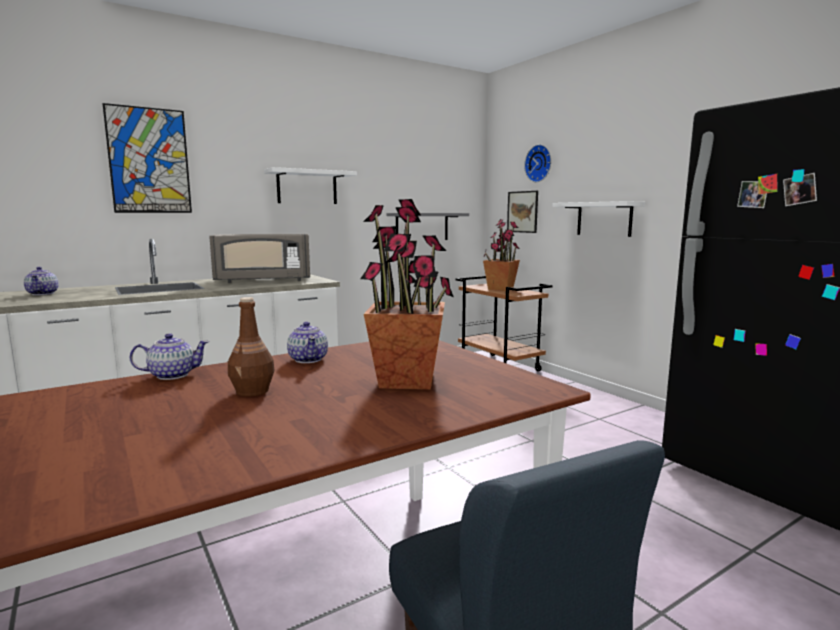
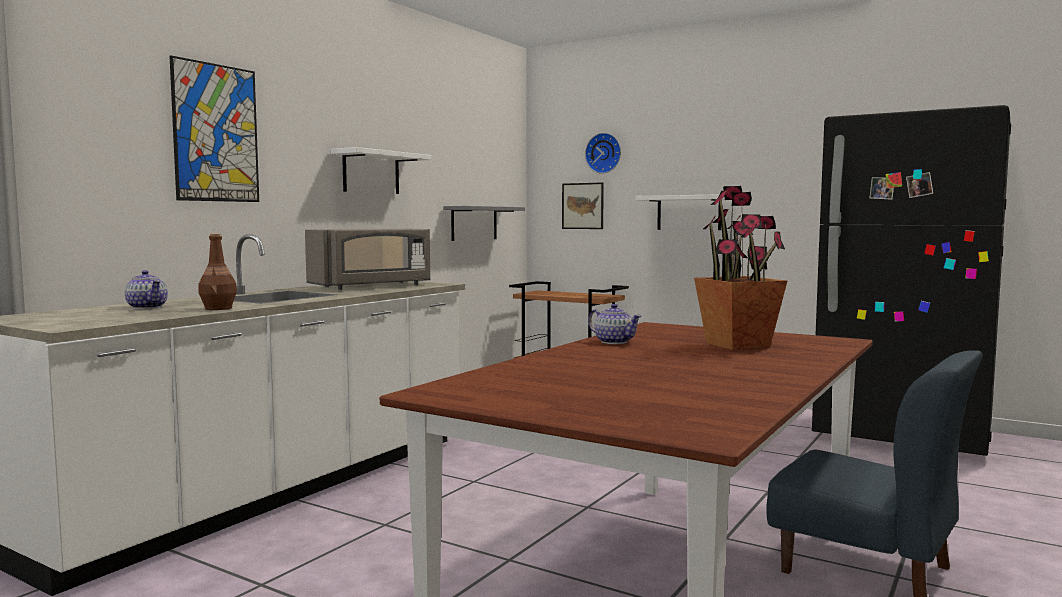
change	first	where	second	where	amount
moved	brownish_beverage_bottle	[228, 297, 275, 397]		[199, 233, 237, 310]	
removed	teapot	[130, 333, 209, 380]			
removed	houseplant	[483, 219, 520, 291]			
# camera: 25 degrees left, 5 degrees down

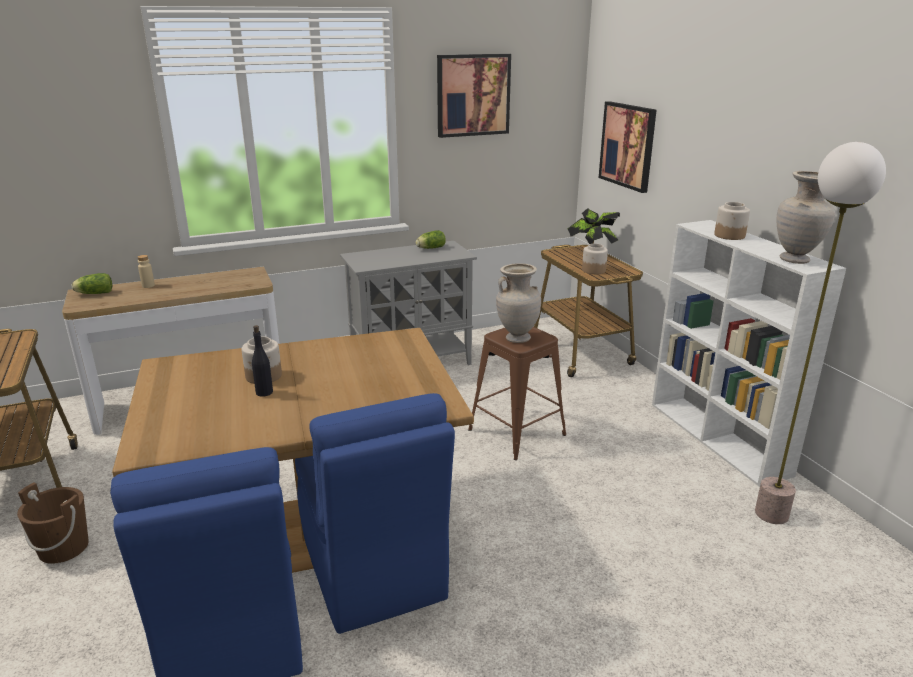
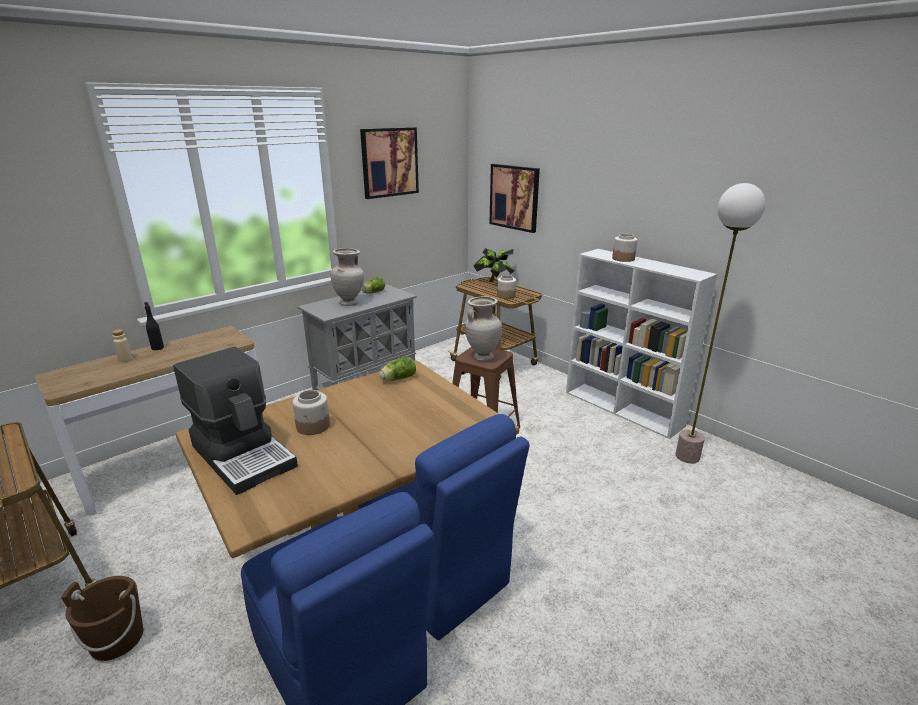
change	first	where	second	where	amount
moved	blackish_beverage_bottle	[252, 325, 273, 397]		[144, 302, 164, 350]	
added			coffee_brewer	[173, 347, 298, 495]	
moved	sand-coloured_decorative_vase	[776, 171, 835, 264]		[331, 248, 364, 306]	
moved	head_of_lettuce	[72, 273, 112, 294]		[379, 357, 416, 381]	
# camera: 20 degrees left, 0 degrees up

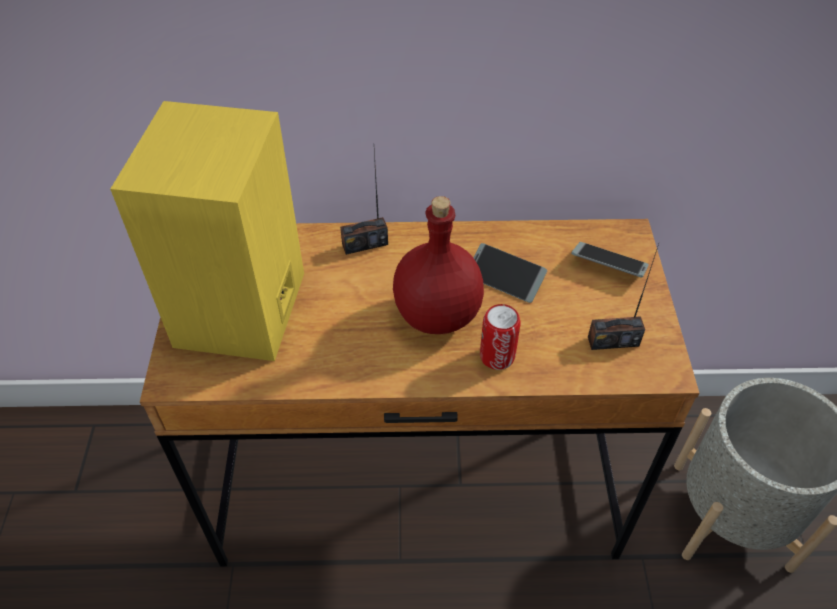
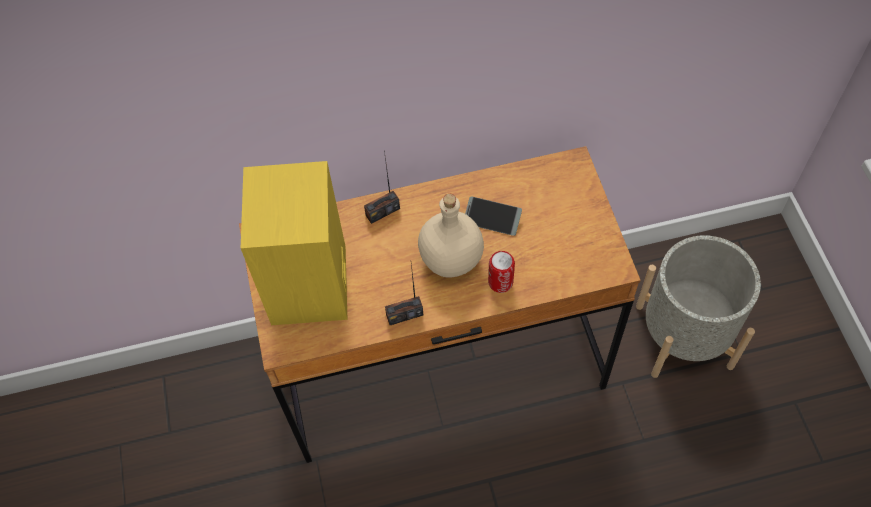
change	first	where	second	where	amount
moved	radio_receiver	[588, 244, 659, 350]		[385, 264, 423, 325]	
recoloured	reddish_beverage_bottle	[393, 196, 484, 334]	sand-coloured_beverage_bottle	[418, 194, 484, 277]	
removed	telephone	[571, 242, 649, 277]			
# camera: 10 degrees left, 10 degrees up

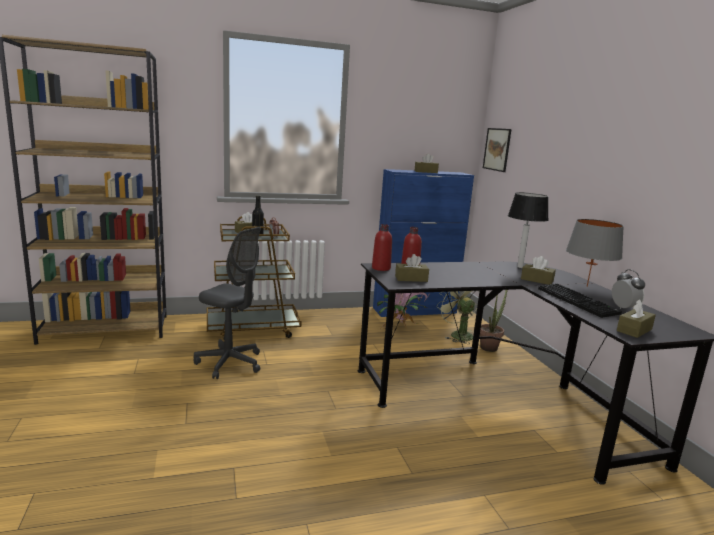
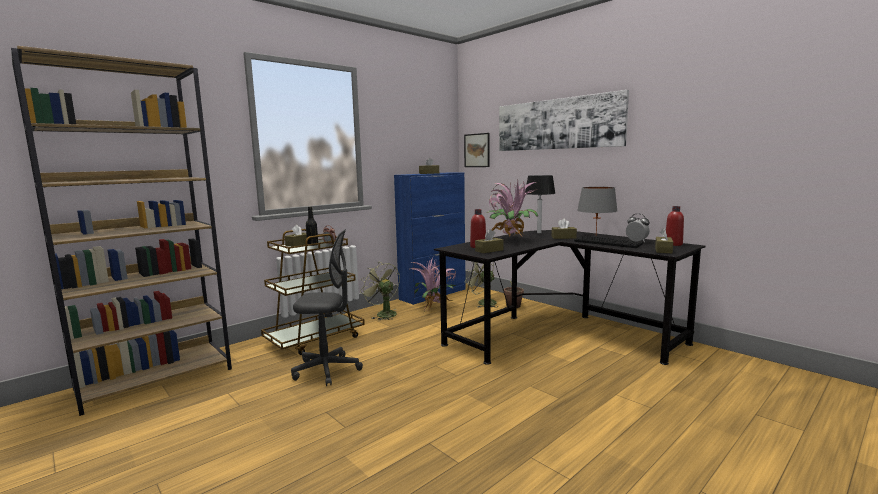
change	first	where	second	where	amount
added			green_electric_fan	[360, 262, 400, 320]	
added			houseplant	[486, 181, 538, 236]	
added			picture	[499, 90, 629, 151]	
moved	reddish_beverage_bottle	[372, 224, 392, 271]		[666, 206, 684, 246]	
# camera: 25 degrees left, 5 degrees down

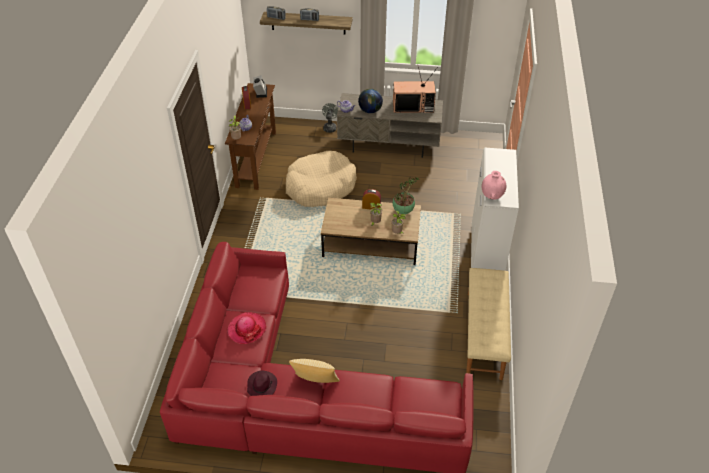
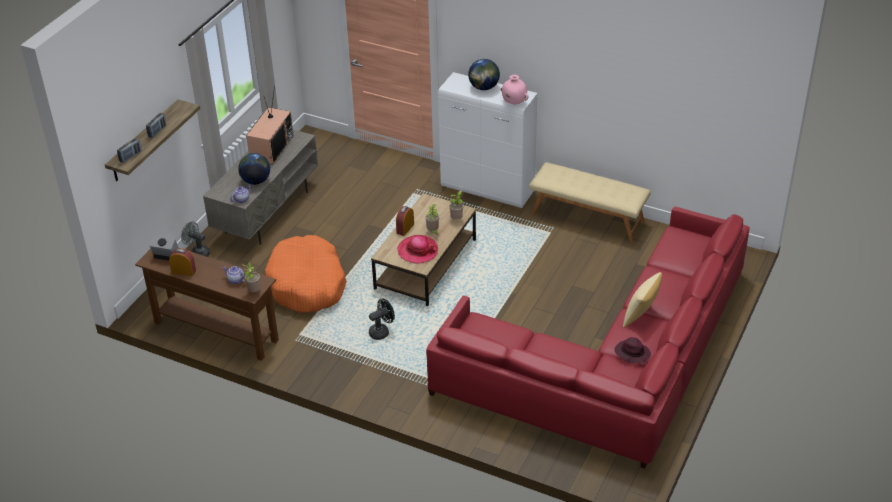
change	first	where	second	where	amount
recoloured	sand-coloured_dog_cushion	[286, 151, 357, 207]	orange-coloured_dog_cushion	[265, 235, 347, 313]	
added			blackish_electric_fan	[369, 299, 395, 340]	
moved	clothing_hat	[227, 312, 266, 344]		[398, 235, 438, 264]	
added			world_globe	[468, 59, 500, 90]	
removed	houseplant	[393, 177, 419, 214]			
# camera: 70 degrees left, 5 degrees down

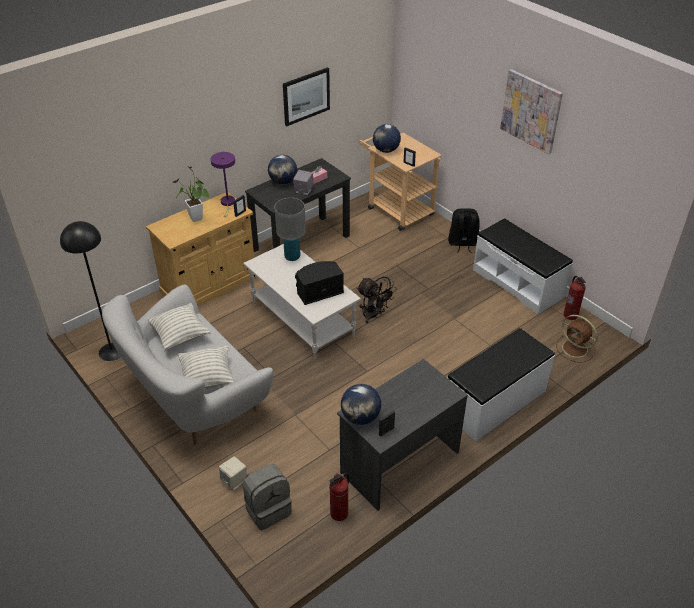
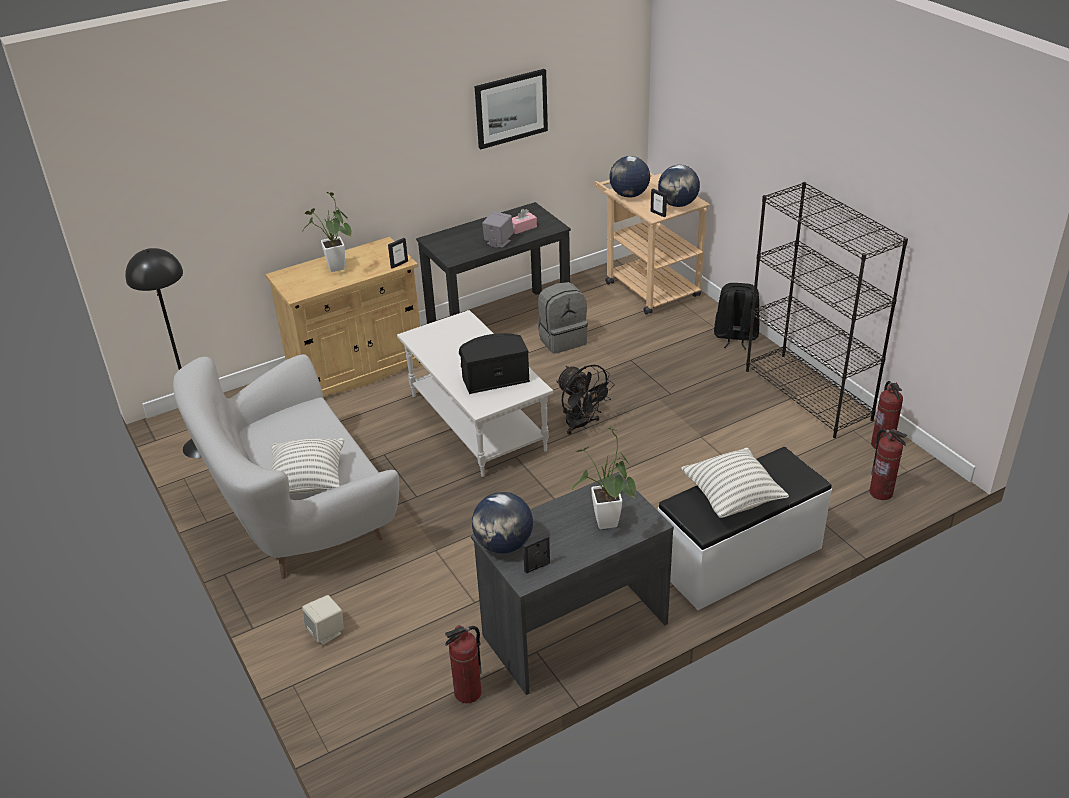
change	first	where	second	where	amount
moved	greyish_knapsack	[243, 464, 292, 530]		[538, 282, 588, 354]	
added			houseplant	[572, 427, 636, 529]	
moved	world_globe	[268, 155, 297, 184]		[658, 165, 700, 207]	
moved	throw_pillow	[147, 303, 210, 350]		[681, 448, 789, 518]	
replaced	white_indoor_bench	[473, 218, 573, 314]	blackish_bookcase	[746, 182, 908, 438]	
replaced	brownish_electric_fan	[556, 315, 598, 363]	fire-fighting_cylinder	[869, 428, 907, 500]	
removed	purple-coloured_lamp_for_a_table	[211, 152, 235, 217]			
removed	greyish_lamp_for_a_table	[274, 198, 306, 261]			
removed	picture	[500, 69, 563, 154]			
# camera: 10 degrees right, 5 degrees down

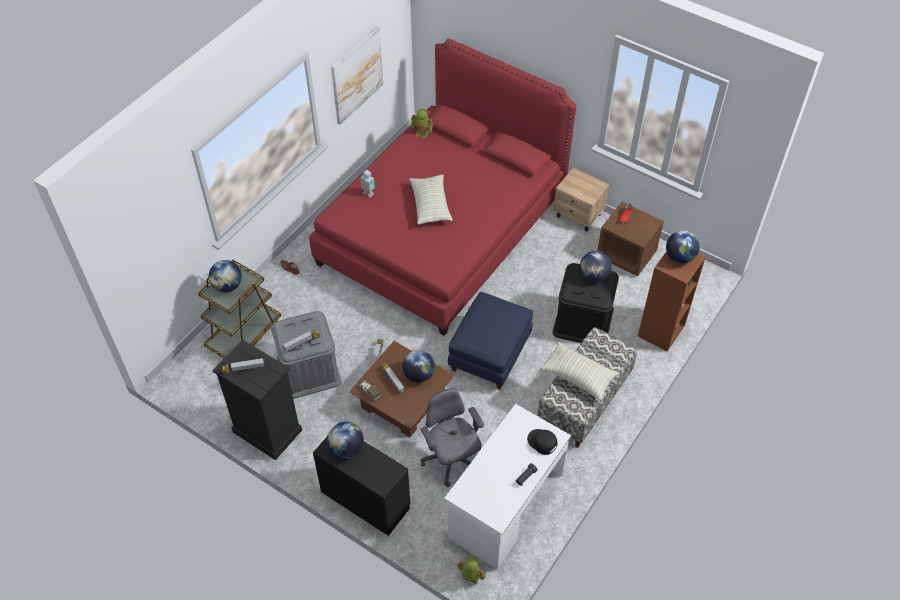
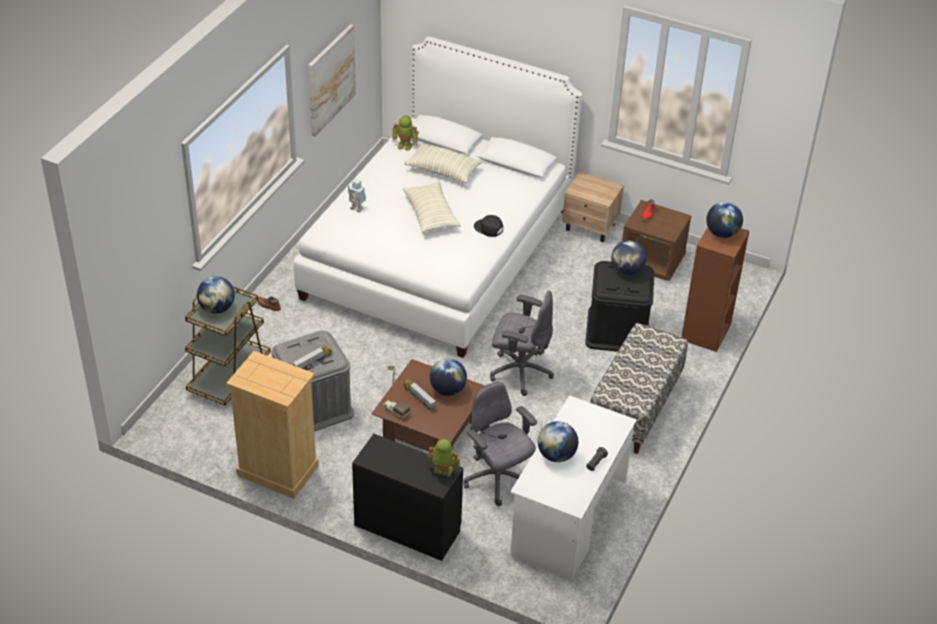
change	first	where	second	where	amount
recoloured	blackish_drawer_chest	[212, 340, 302, 460]	sand-coloured_drawer_chest	[226, 351, 319, 499]	
recoloured	reddish_sleeping_bed	[309, 39, 576, 336]	white_sleeping_bed	[294, 36, 582, 358]	
moved	throw_pillow	[540, 342, 619, 401]		[404, 143, 483, 184]	
moved	model_robot	[457, 558, 485, 584]		[426, 439, 460, 477]	
moved	blackish_cap	[527, 429, 558, 455]		[474, 215, 503, 237]	
replaced	bluish_pouffe	[448, 292, 533, 389]	greyish_desk_chair	[490, 290, 554, 396]	
moved	world_globe	[327, 422, 364, 458]		[538, 421, 578, 462]	
removed	model_truck	[222, 358, 264, 375]			
# camera: 10 degrees left, 10 degrees down

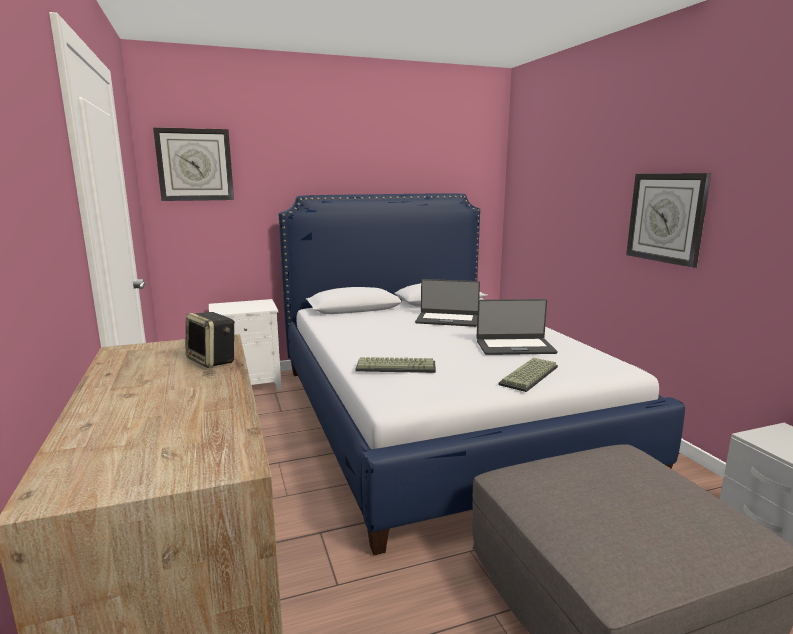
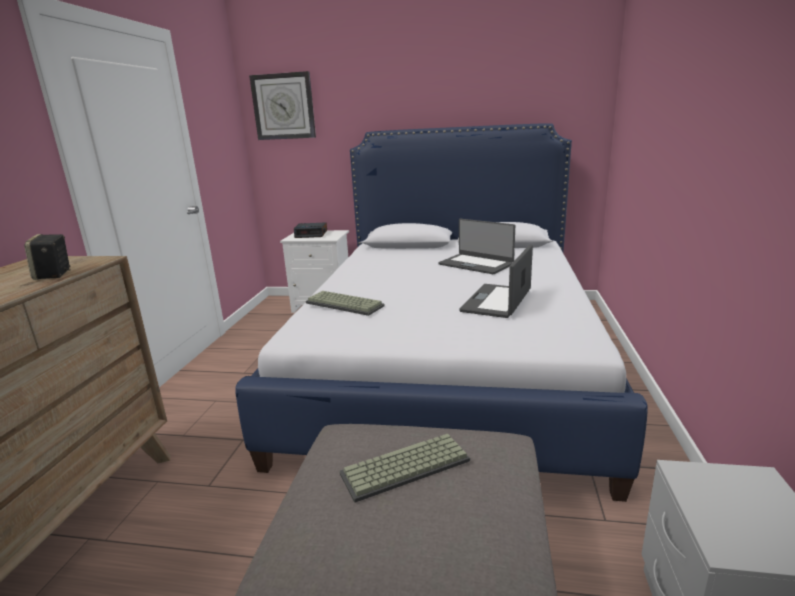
change	first	where	second	where	amount
added			table_clock	[294, 222, 327, 238]	
moved	PC_keyboard	[498, 358, 558, 392]		[339, 434, 470, 503]	
turned	notebook_computer	[476, 299, 558, 355]		[459, 244, 533, 318]	90 degrees clockwise
removed	hanging_clock	[626, 173, 711, 268]			
# camera: 30 degrees right, 5 degrees up

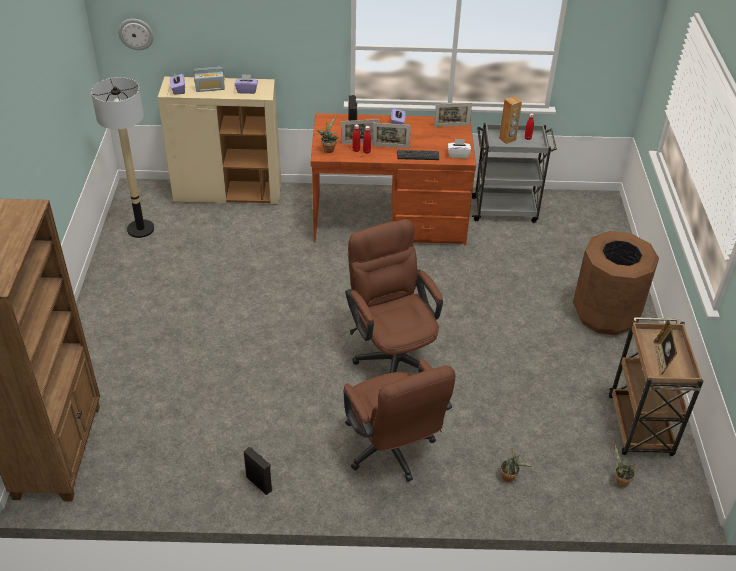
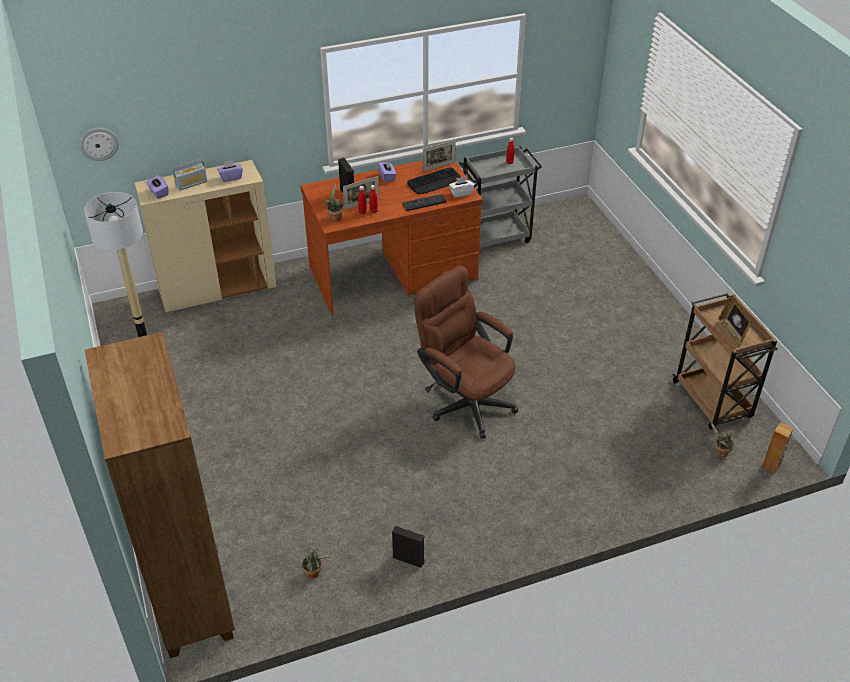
change	first	where	second	where	amount
moved	houseplant	[500, 449, 533, 482]		[302, 544, 333, 579]	
added			PC_keyboard	[407, 167, 461, 194]	
moved	brownish_audio_speaker	[499, 96, 522, 144]		[762, 423, 794, 474]	
removed	brownish_desk_chair	[343, 359, 455, 482]			
removed	photo_frame	[372, 123, 411, 148]			
removed	brownish_waste_bin	[573, 231, 659, 335]			
# camera: 20 degrees left, 0 degrees up

